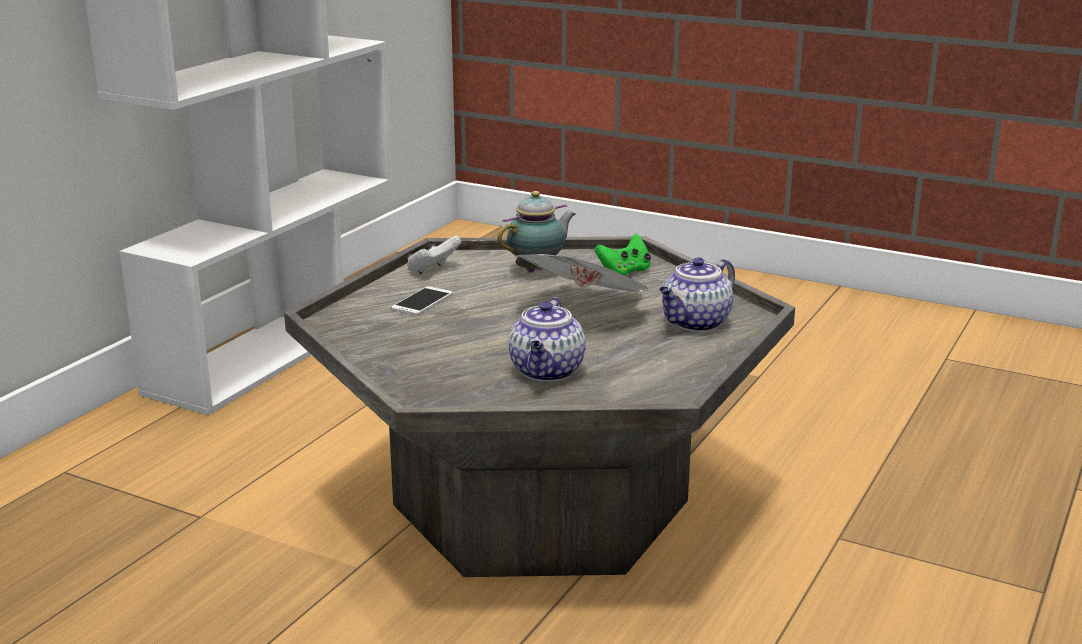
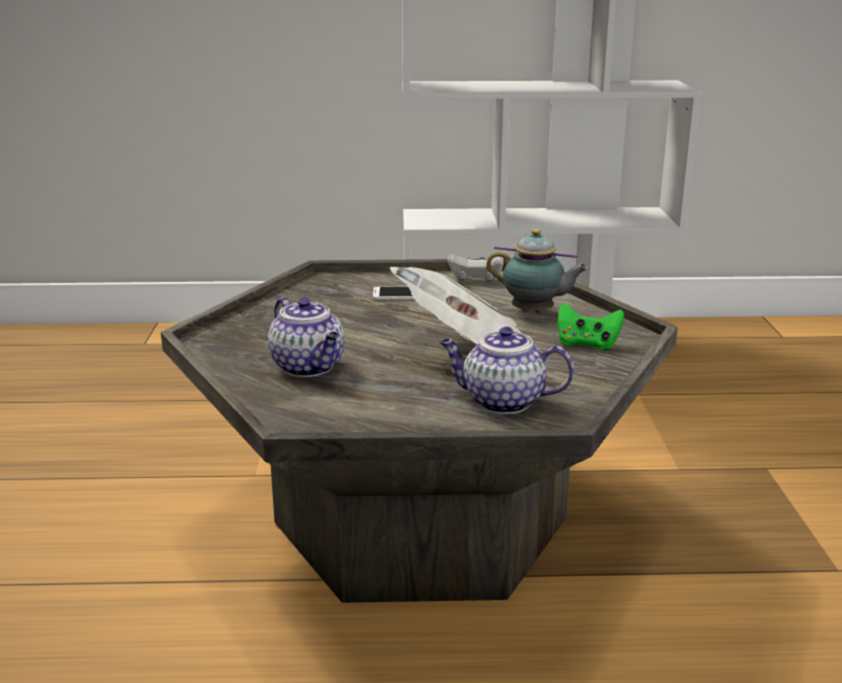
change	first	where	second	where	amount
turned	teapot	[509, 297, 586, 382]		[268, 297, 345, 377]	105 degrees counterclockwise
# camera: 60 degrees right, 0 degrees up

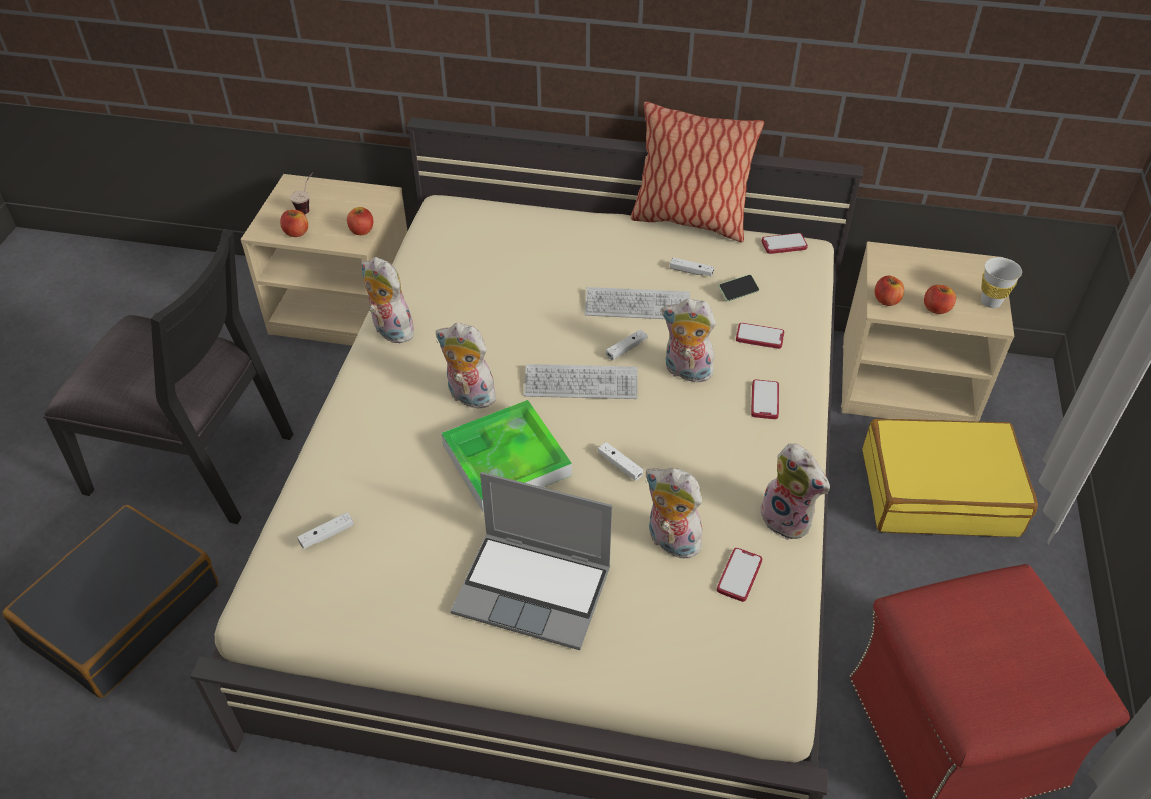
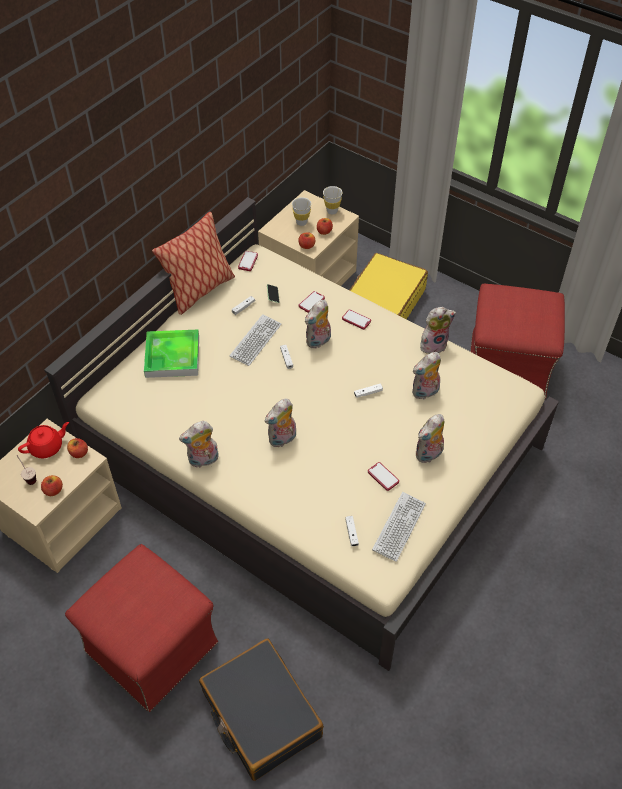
change	first	where	second	where	amount
added			reddish_teapot	[18, 422, 69, 458]	
replaced	blackish_chair	[43, 228, 294, 524]	reddish_pouffe	[65, 544, 218, 712]	
moved	serving_tray	[442, 400, 572, 512]		[144, 329, 199, 378]	
added			white_drinking_cup	[292, 197, 312, 226]	
moved	telephone	[717, 548, 762, 602]		[368, 462, 399, 491]	
moved	PC_keyboard	[524, 364, 638, 399]		[372, 492, 426, 562]	
replaced	notebook_computer	[450, 472, 612, 650]	soft_toy	[415, 414, 444, 463]	
# camera: 65 degrees left, 5 degrees up

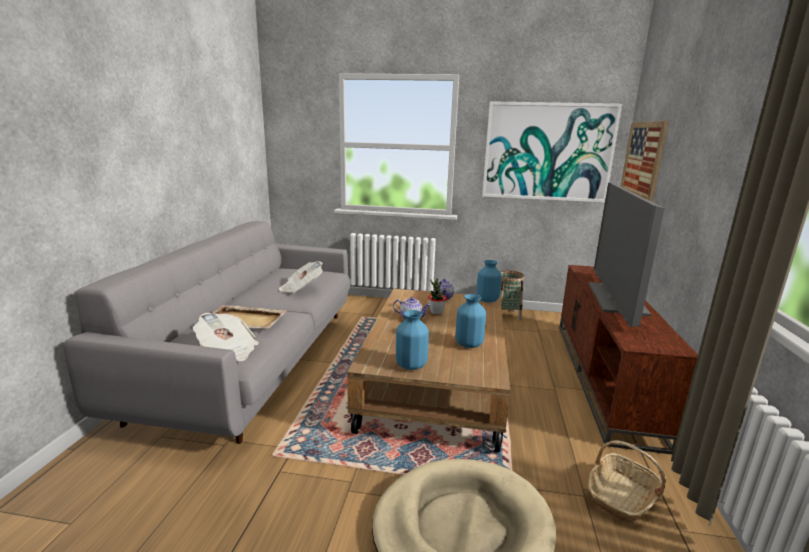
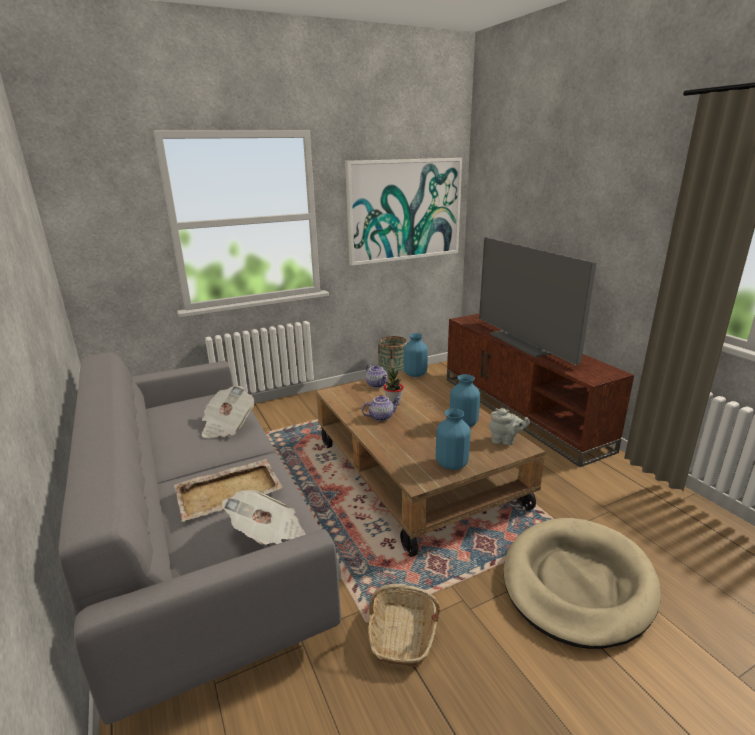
change	first	where	second	where	amount
moved	basket	[588, 440, 666, 523]		[368, 584, 440, 667]	
added			greyish_teapot	[489, 408, 530, 445]	
removed	picture	[620, 121, 669, 202]			
# camera: 35 degrees left, 5 degrees up

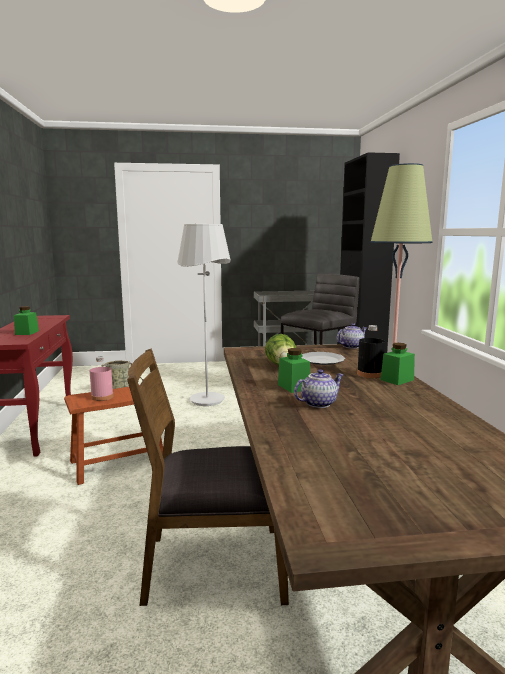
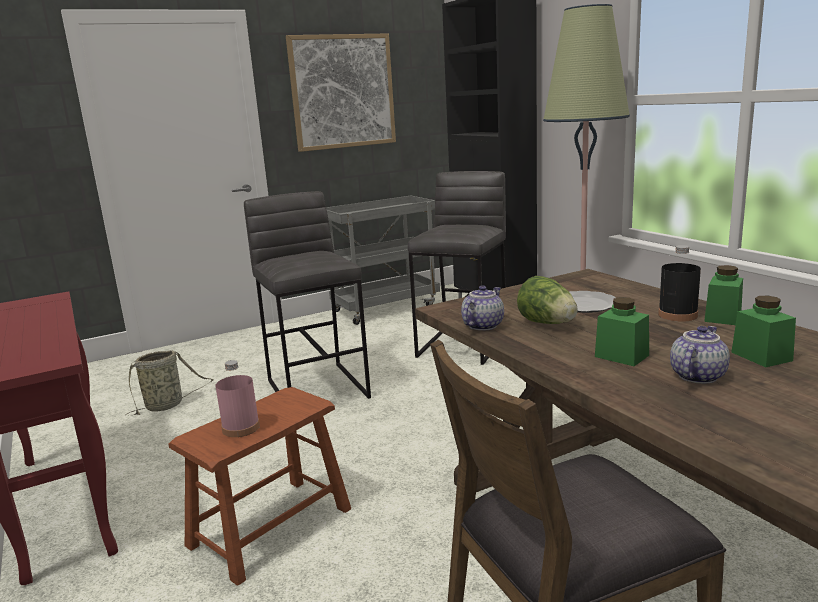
change	first	where	second	where	amount
replaced	white_standard_lamp	[177, 224, 231, 406]	greyish_stool	[244, 191, 371, 399]	
added			picture	[286, 33, 396, 152]	
moved	teapot	[337, 323, 367, 349]		[461, 285, 504, 331]	
moved	green_preserve_jar	[14, 306, 39, 335]		[732, 296, 796, 367]	
# camera: 20 degrees left, 5 degrees up

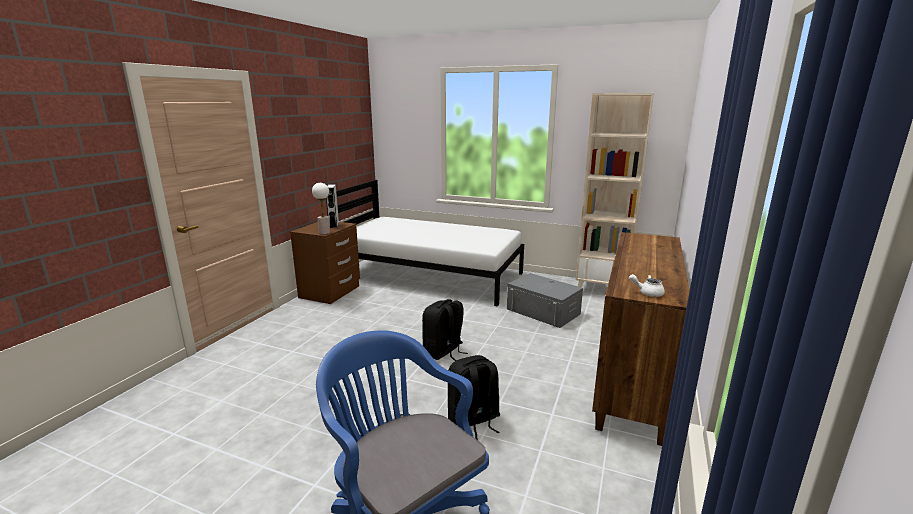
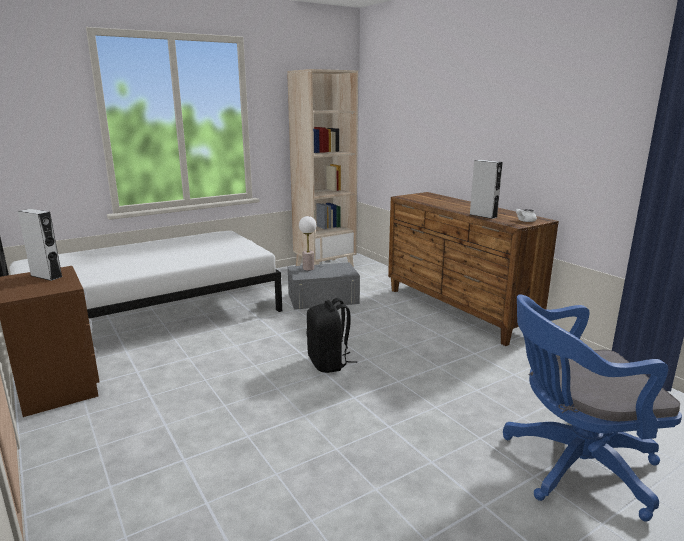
change	first	where	second	where	amount
moved	lamp_for_a_table	[312, 183, 330, 234]		[299, 216, 316, 271]	
added			greyish_audio_speaker	[469, 160, 503, 219]	
removed	blackish_knapsack	[448, 355, 500, 440]			
# camera: 55 degrees left, 0 degrees up

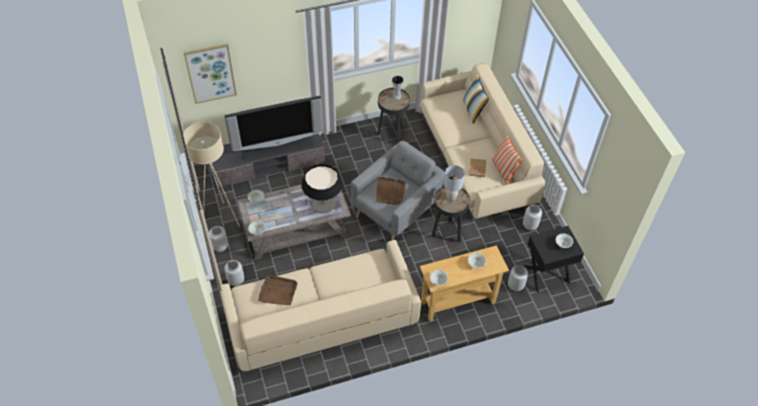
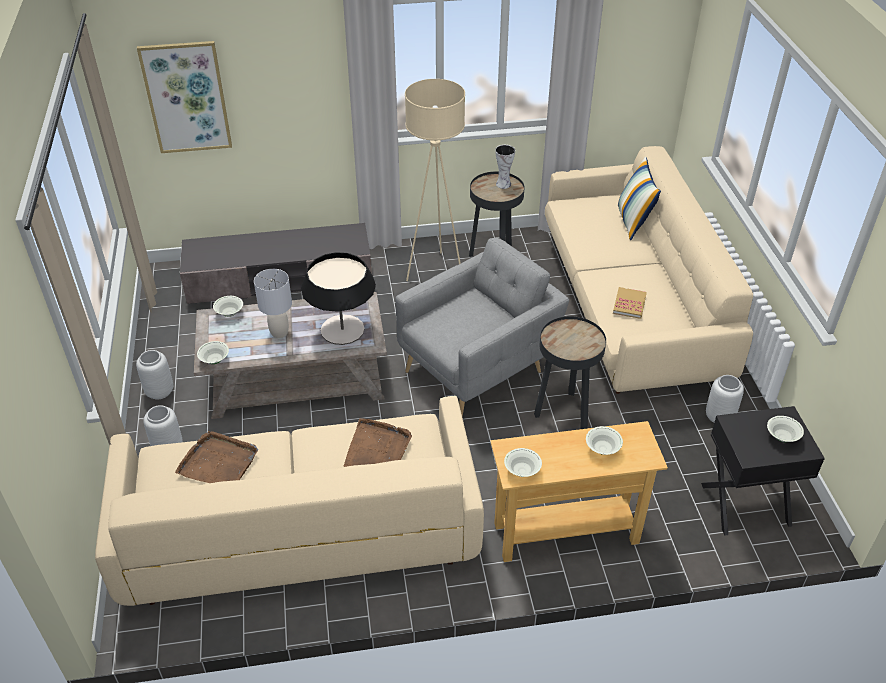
change	first	where	second	where	amount
moved	greyish_lamp_for_a_table	[444, 165, 465, 201]		[254, 269, 292, 338]	
moved	brownish_serving_tray	[376, 177, 406, 204]		[343, 418, 412, 467]	
moved	sand-coloured_standard_lamp	[183, 122, 240, 227]		[405, 79, 465, 281]	
removed	TV_set	[224, 96, 323, 161]			
removed	throw_pillow	[492, 135, 523, 184]			
removed	greyish_decorative_vase	[508, 265, 528, 291]			
# camera: 10 degrees right, 10 degrees down

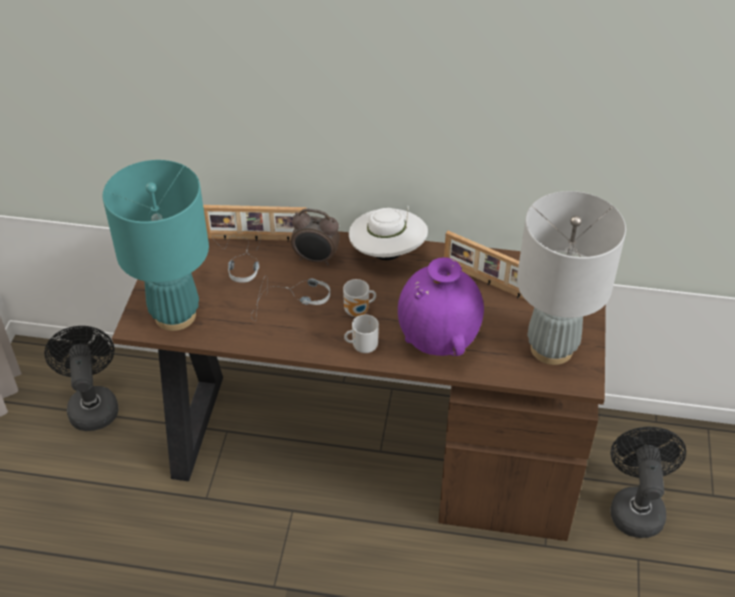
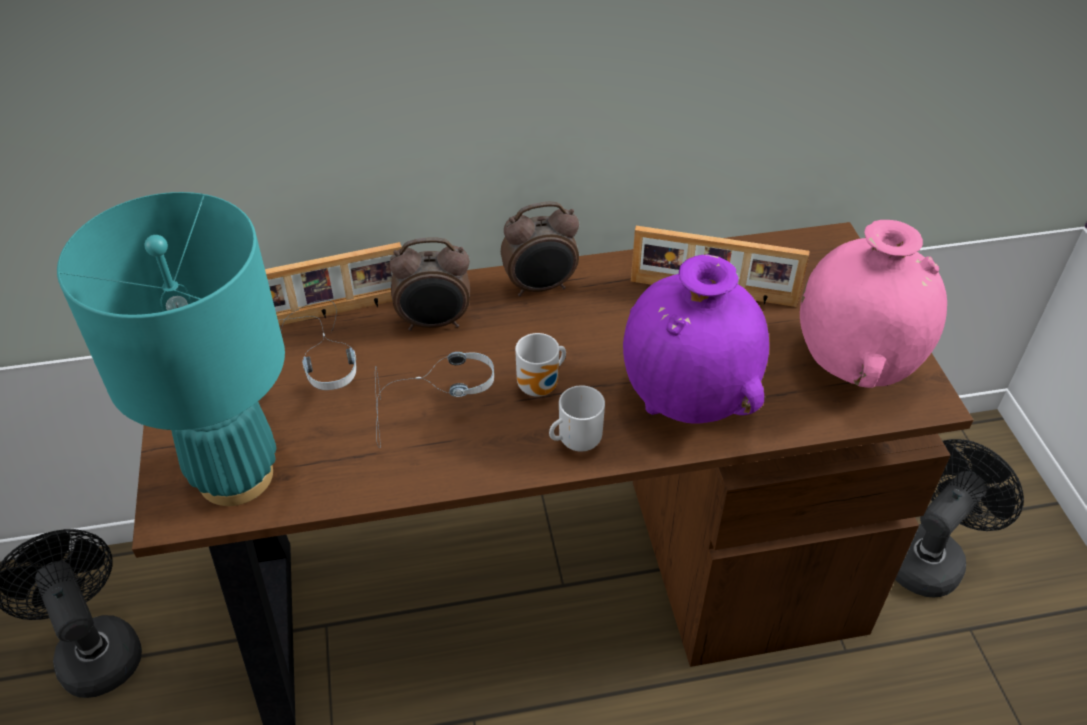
change	first	where	second	where	amount
replaced	white_clothing_hat	[349, 206, 428, 260]	table_clock	[501, 202, 579, 297]	
replaced	greyish_lamp_for_a_table	[517, 191, 626, 365]	pinkish_decorative_vase	[800, 220, 947, 388]	
turned	blackish_electric_fan	[611, 427, 686, 538]		[895, 439, 1024, 597]	60 degrees clockwise
# camera: 20 degrees left, 0 degrees up

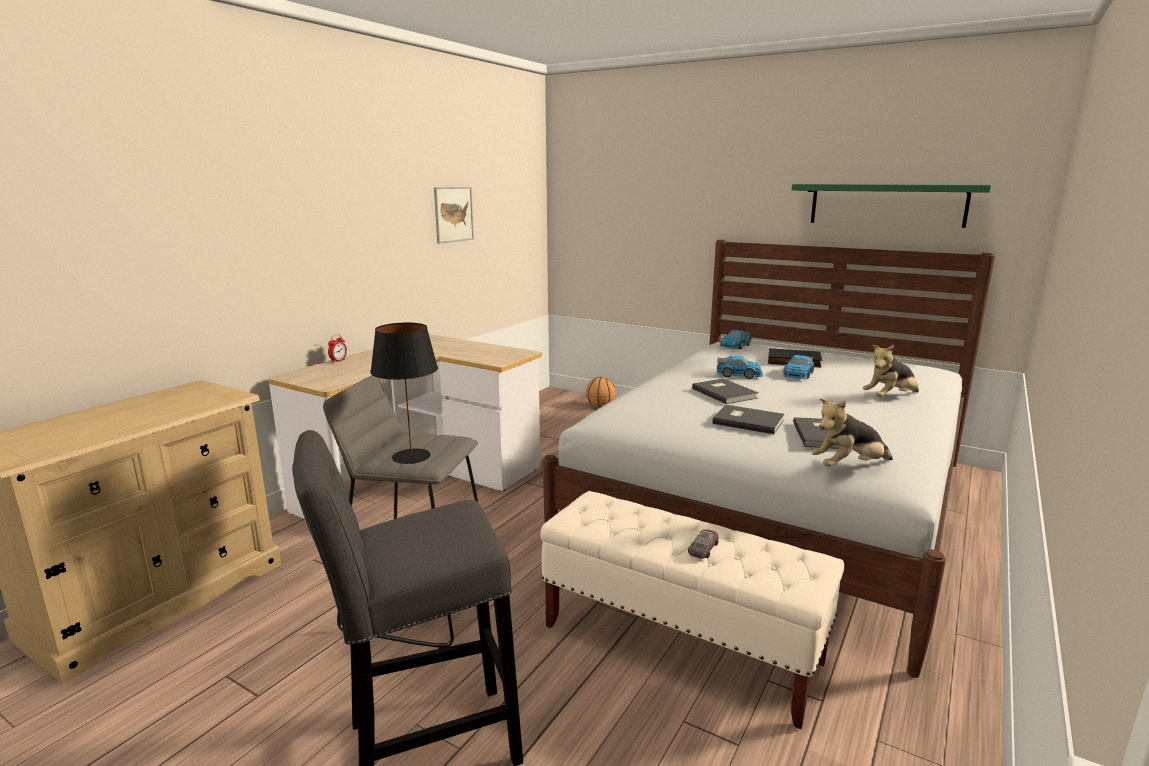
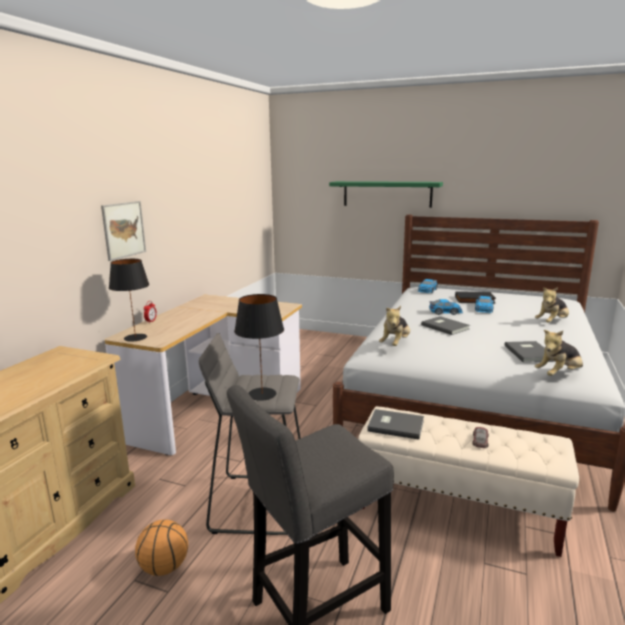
change	first	where	second	where	amount
moved	picture	[434, 187, 474, 244]		[101, 201, 146, 261]	
added			blackish_lamp_for_a_table	[109, 259, 149, 341]	
moved	ball_for_basketball	[586, 377, 616, 407]		[135, 519, 188, 576]	
moved	green_wall_shelf	[792, 184, 991, 228]		[329, 181, 443, 208]	
moved	greyish_volume	[712, 405, 785, 434]		[367, 409, 424, 440]	
added			soft_toy	[379, 306, 410, 346]	
# camera: 10 degrees left, 0 degrees up

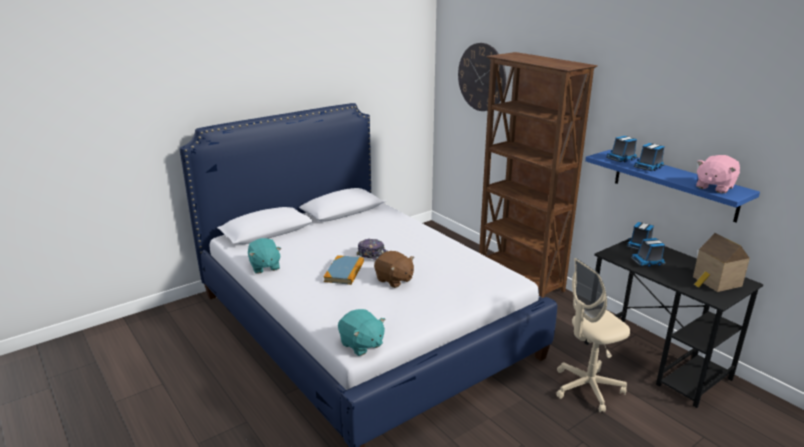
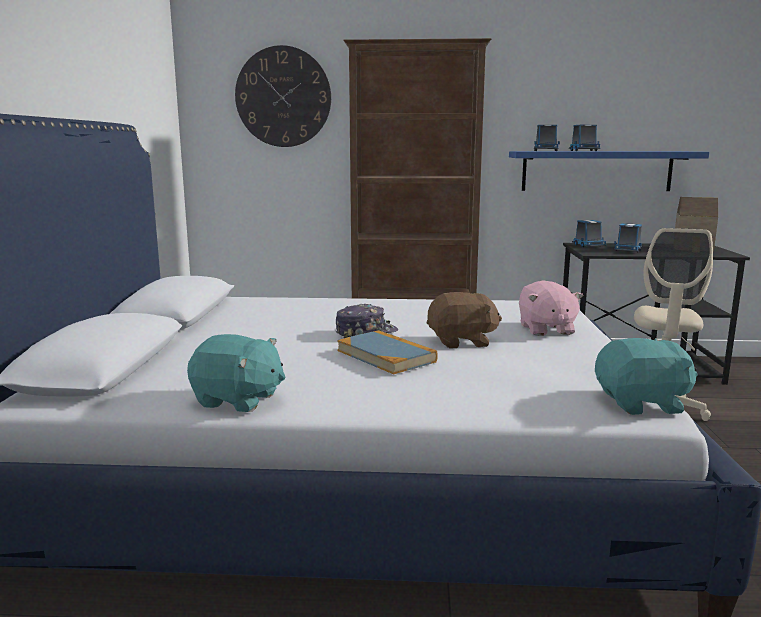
change	first	where	second	where	amount
moved	pinkish_soft_toy	[696, 155, 740, 194]		[519, 280, 583, 336]	
# camera: 50 degrees left, 10 degrees down

